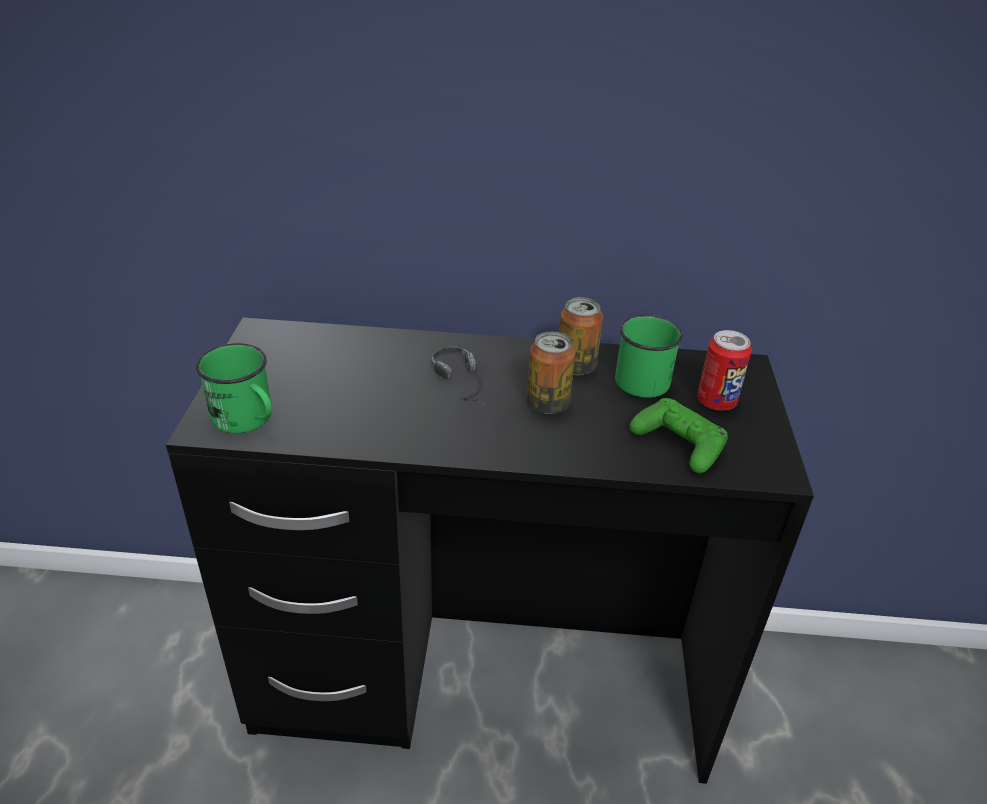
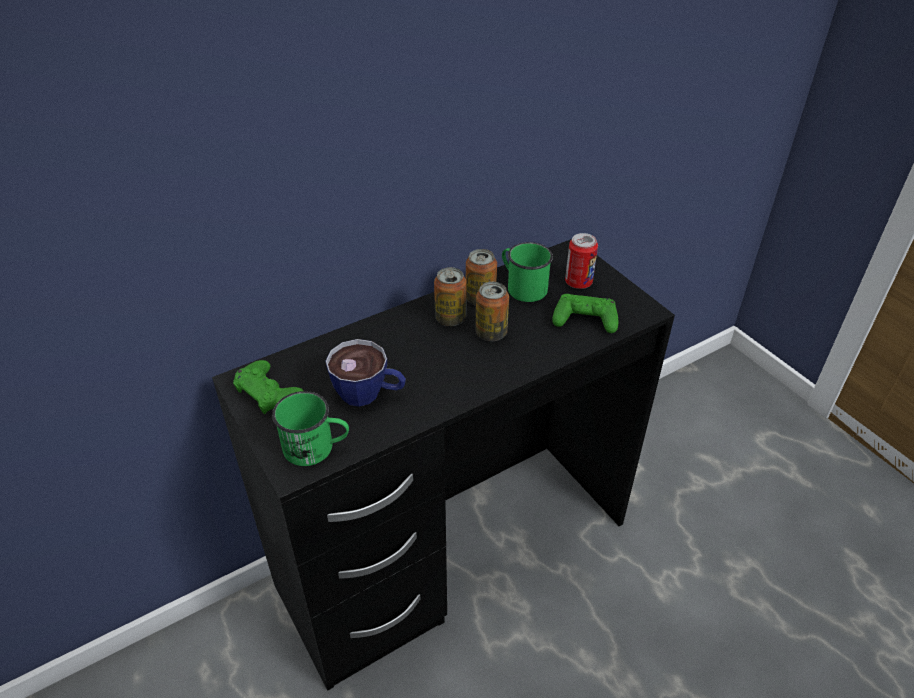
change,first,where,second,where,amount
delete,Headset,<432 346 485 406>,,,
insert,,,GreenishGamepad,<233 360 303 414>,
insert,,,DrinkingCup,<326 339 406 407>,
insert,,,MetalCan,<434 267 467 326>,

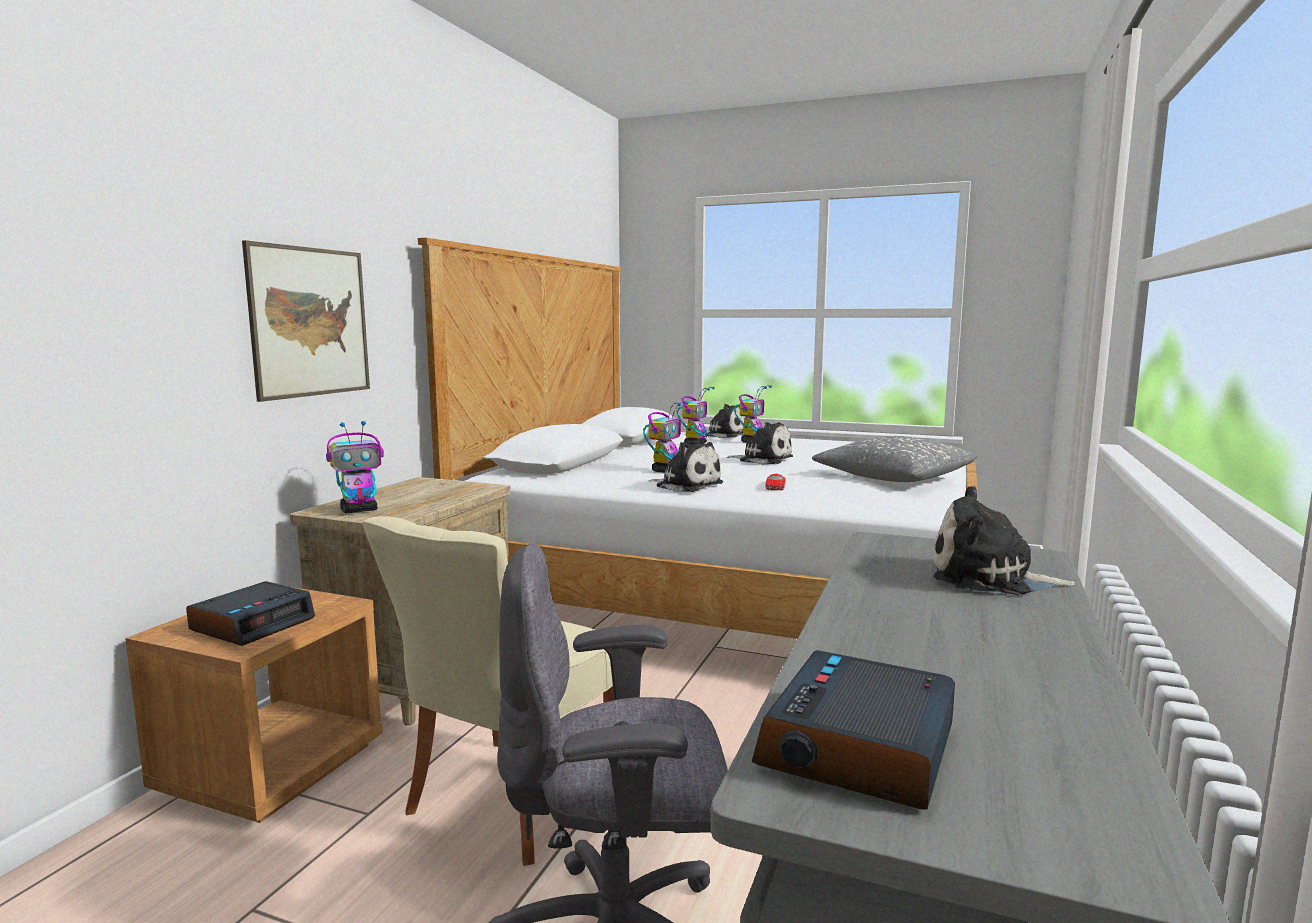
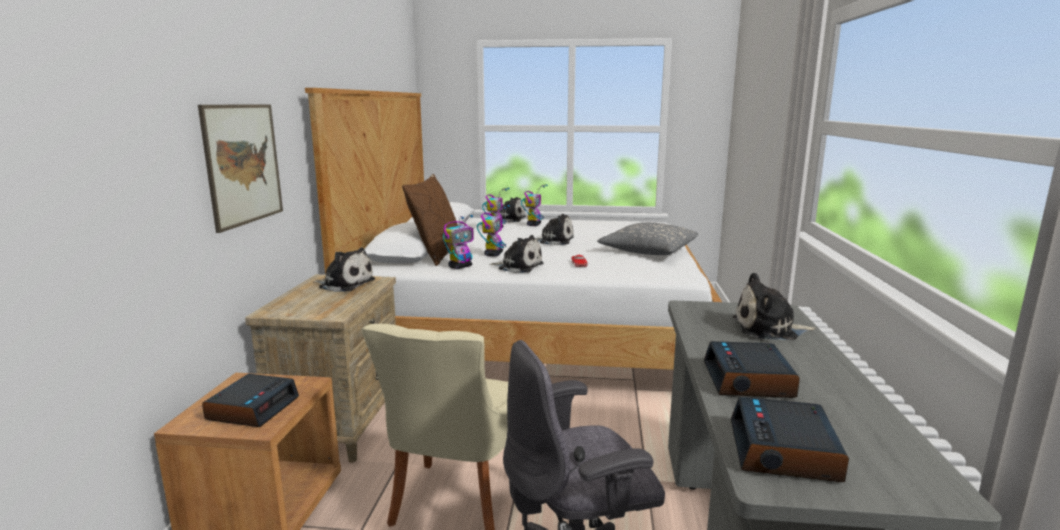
change,first,where,second,where,amount
move,RobotFigure,<326 421 384 513>,,<443 215 474 269>,
insert,,,CuddlyToy,<313 247 375 292>,
insert,,,BrownThrowPillow,<402 174 458 266>,
insert,,,AlarmClock,<704 341 800 398>,

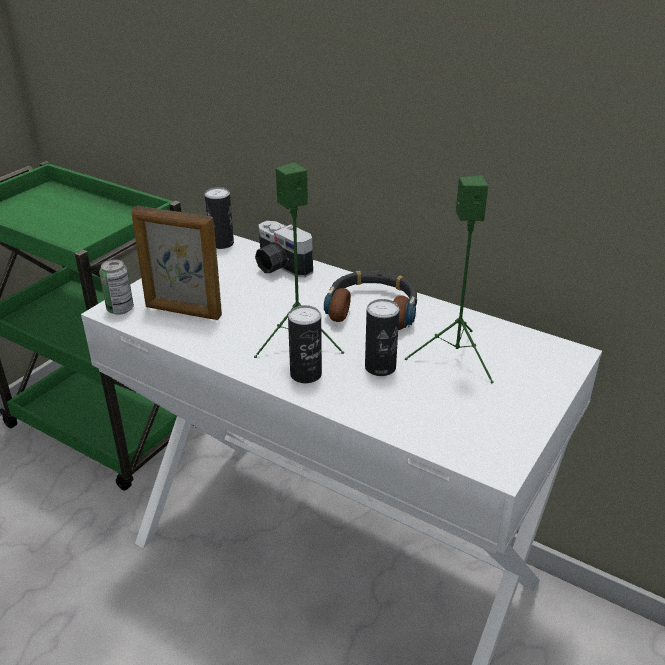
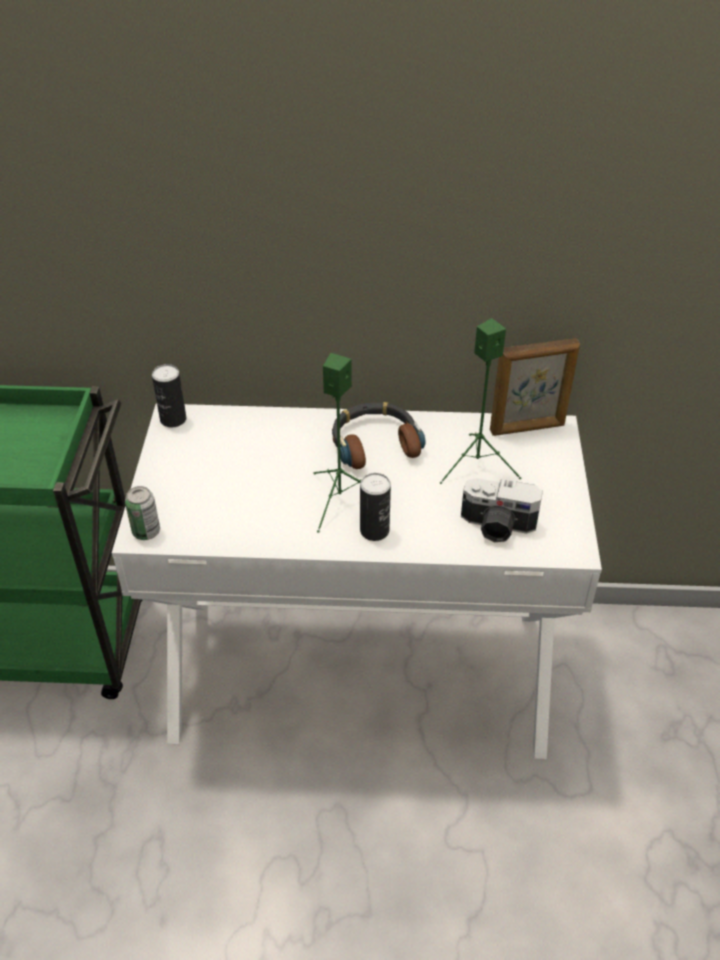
change,first,where,second,where,amount
move,PhotoFrame,<131 206 222 320>,,<490 338 580 436>,
move,PhotoCamera,<255 221 313 277>,,<461 478 543 542>,
delete,MetalCan,<365 299 399 376>,,,

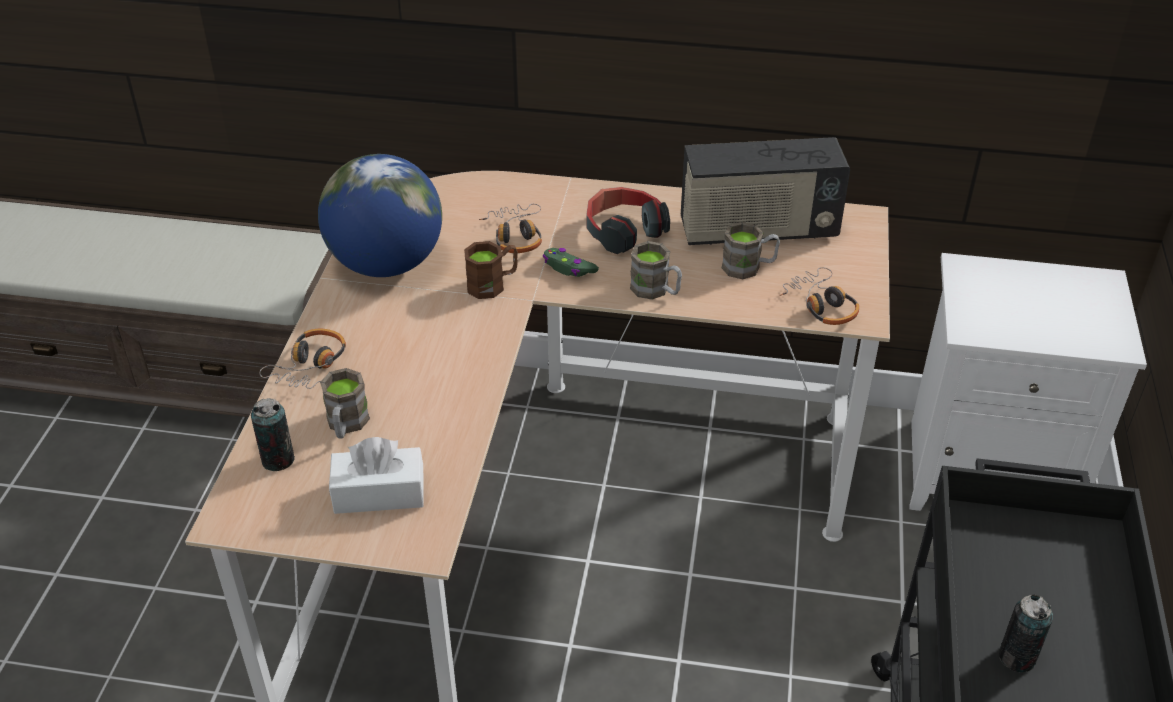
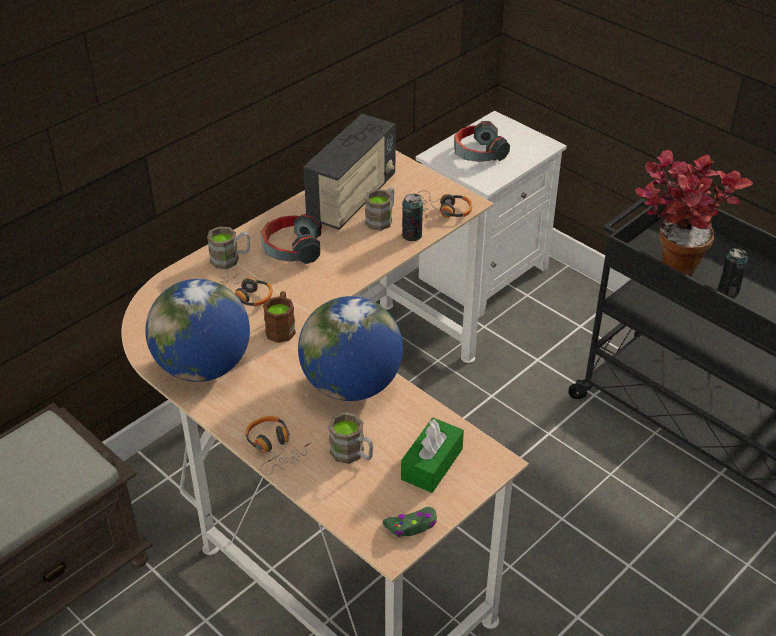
change,first,where,second,where,amount
move,MetalCan,<251 398 295 471>,,<402 194 423 241>,
recolor,WhitishTissueBox,<329 437 424 514>,GreenishTissueBox,<401 418 464 493>,
move,GreenishGamepad,<543 248 599 277>,,<383 507 437 537>,
move,BrownTeaMug,<630 241 682 300>,,<207 226 250 269>,
insert,,,DeskGlobe,<298 296 403 401>,
insert,,,Headset,<454 121 510 162>,
insert,,,PottedPlant,<635 150 753 276>,

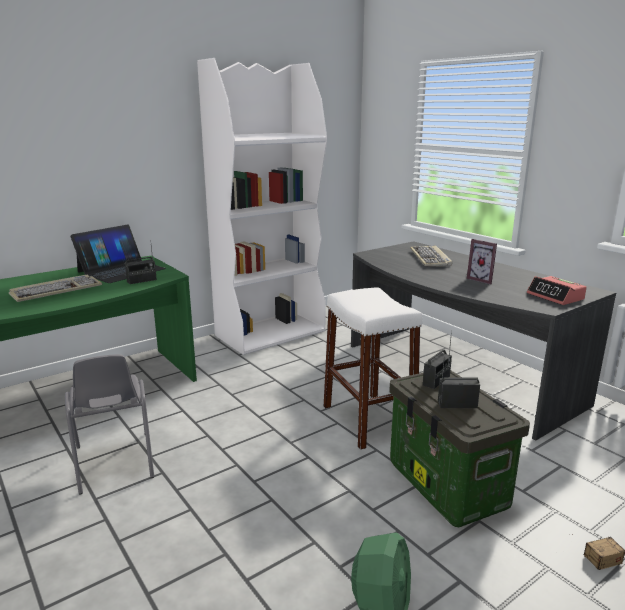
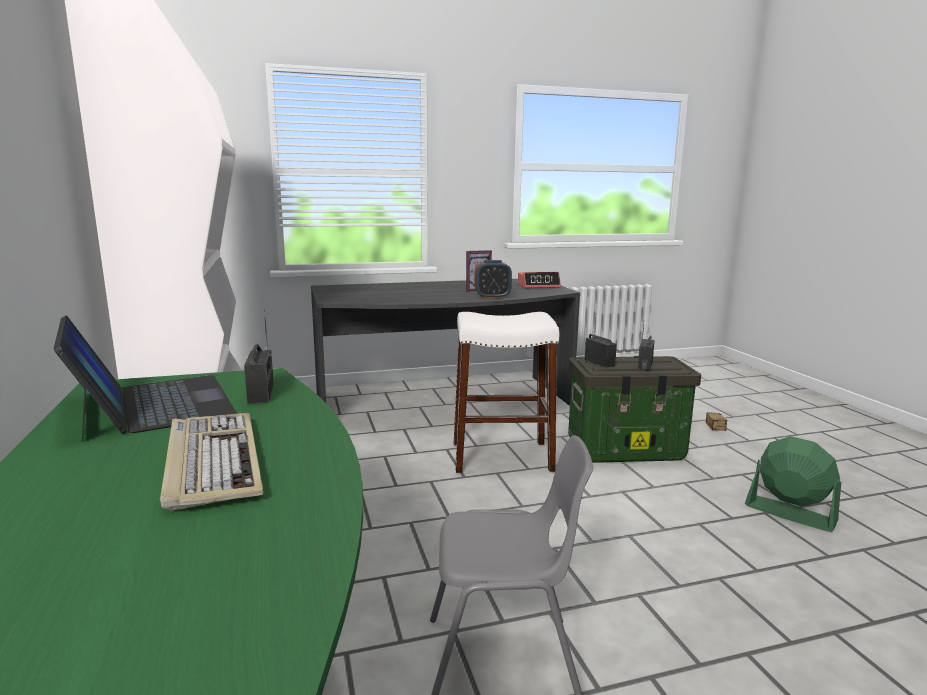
change,first,where,second,where,amount
delete,ComputerKeyboard,<410 245 452 267>,,,
insert,,,AlarmClock,<474 260 512 299>,

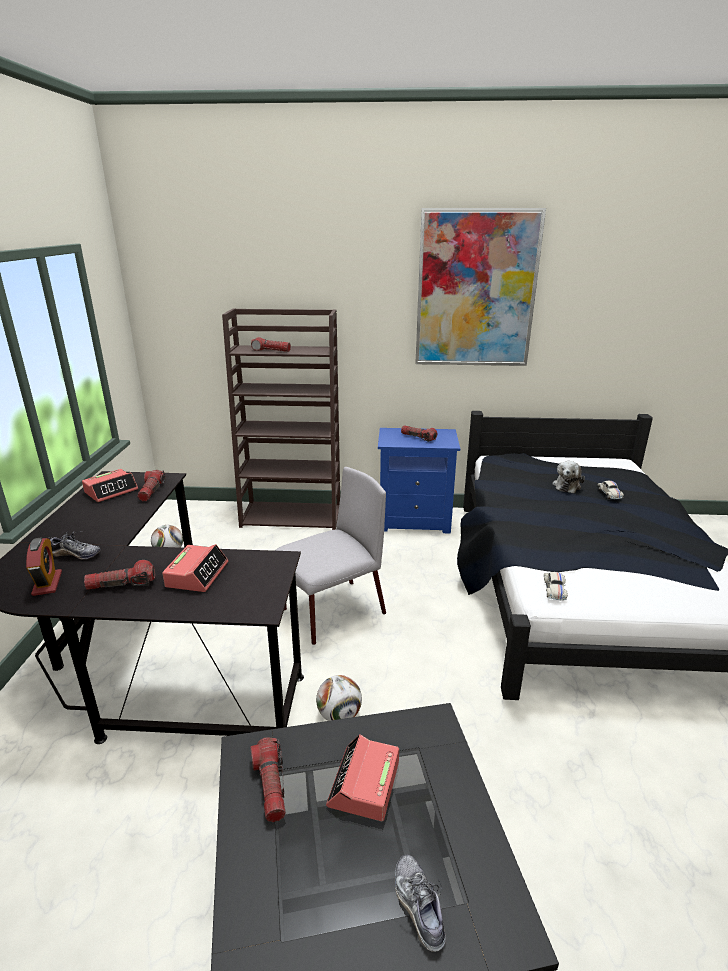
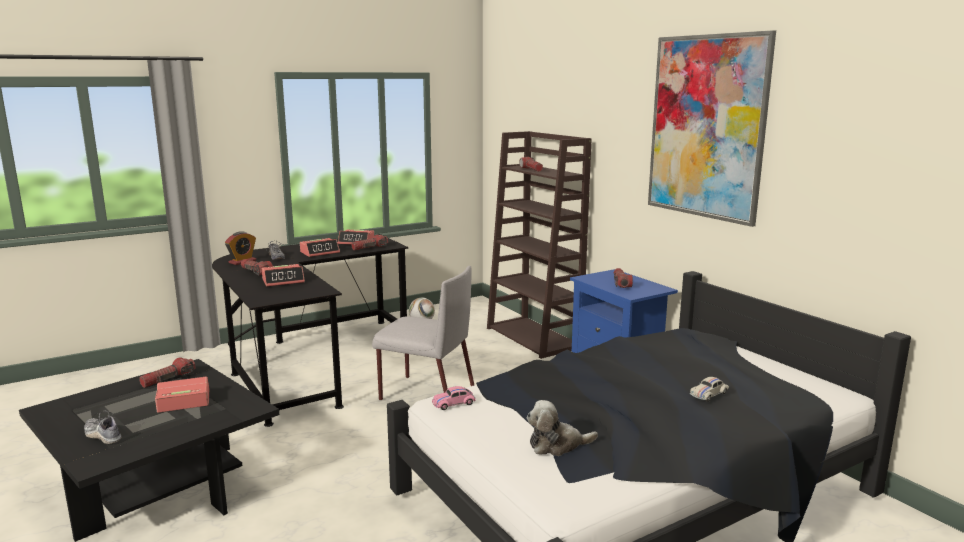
change,first,where,second,where,amount
delete,BallForFootball,<316 675 362 721>,,,
rotate,Shoe,<395 855 446 952>,,<84 410 122 444>,90 degrees counterclockwise
recolor,WhitishToyCar,<544 572 568 600>,PinkColouredToyCar,<432 386 476 410>,
move,CuddlyToy,<552 461 585 493>,,<527 400 598 456>,
insert,,,AlarmClock,<300 238 340 257>,

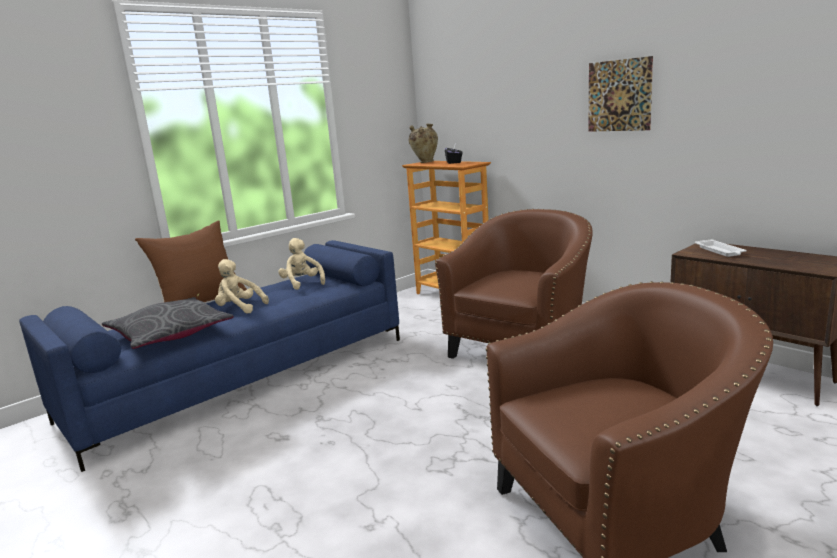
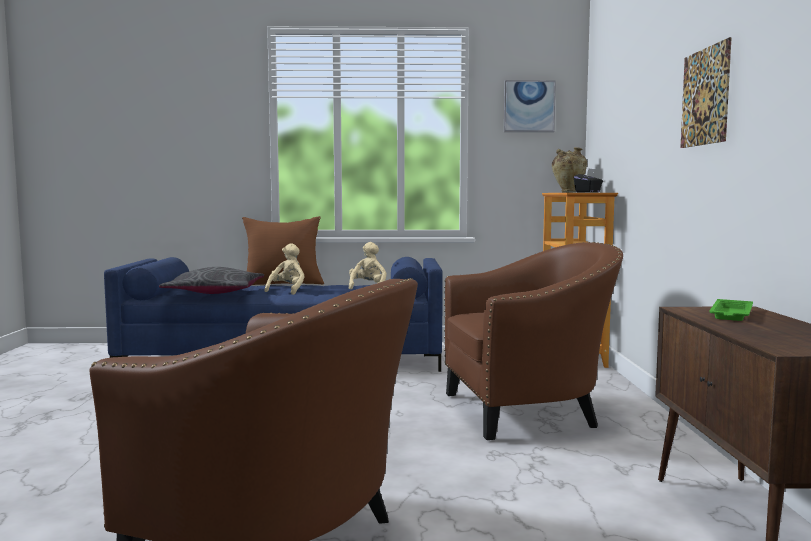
change,first,where,second,where,amount
rotate,SandColouredCuddlyToy,<215 259 269 313>,,<265 243 305 295>,45 degrees clockwise
recolor,WhitishServingTray,<695 239 747 257>,GreenishServingTray,<709 299 753 321>,
insert,,,Picture,<504 80 556 132>,

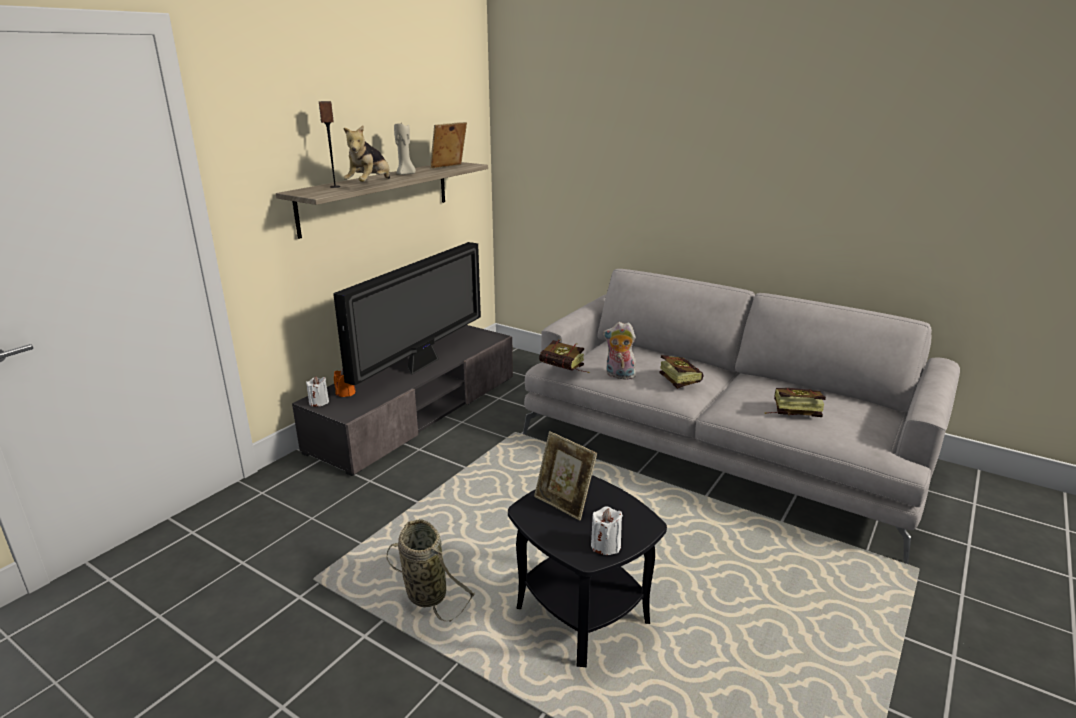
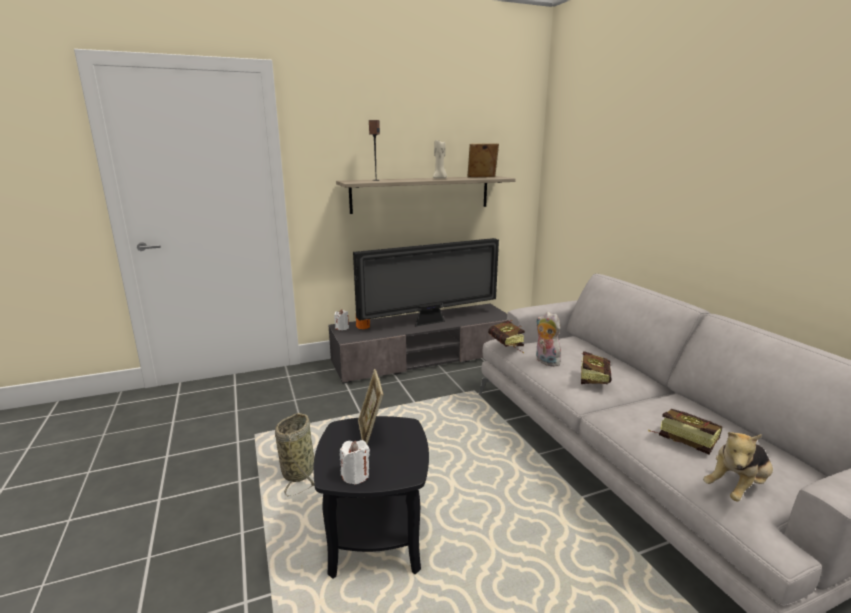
change,first,where,second,where,amount
move,CuddlyToy,<343 125 390 182>,,<703 432 773 502>,

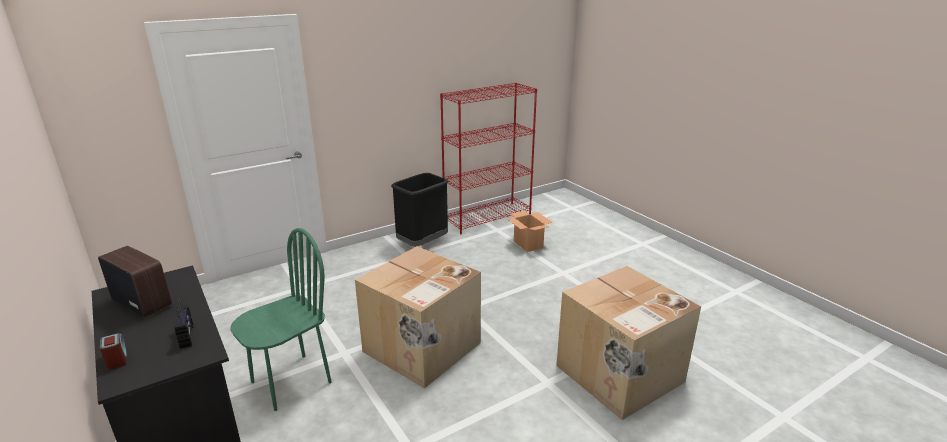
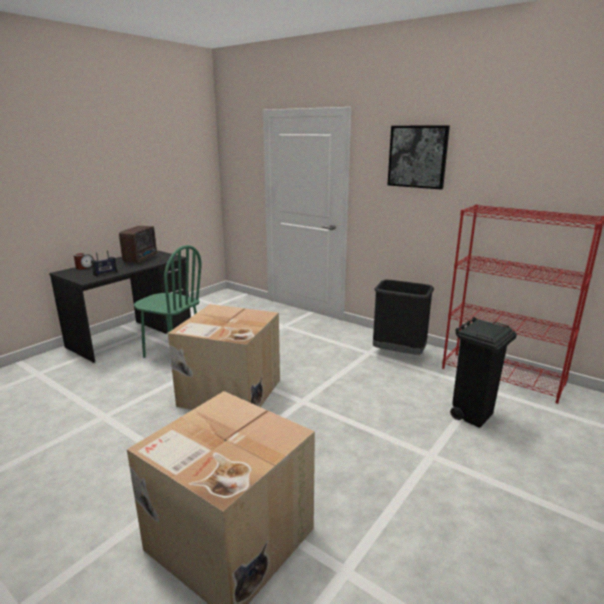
change,first,where,second,where,amount
replace,PackingBox,<508 211 552 252>,BlackTrashCan,<450 317 517 428>,
insert,,,Picture,<387 125 450 189>,

